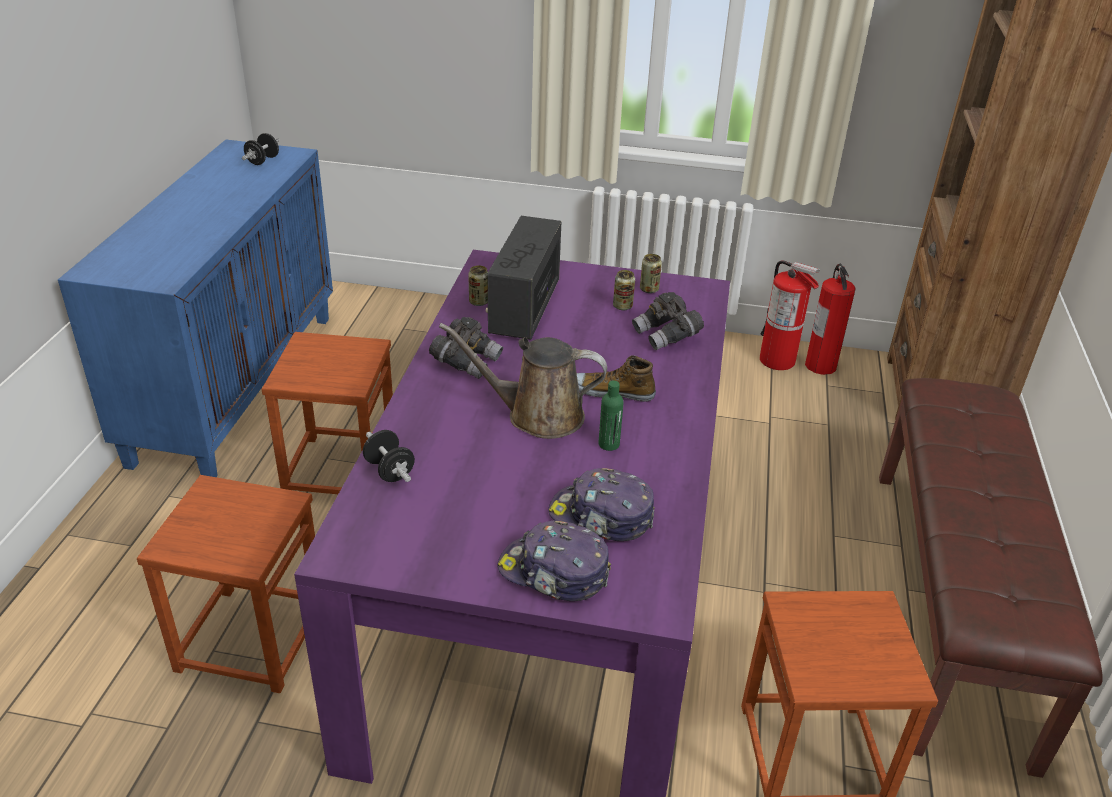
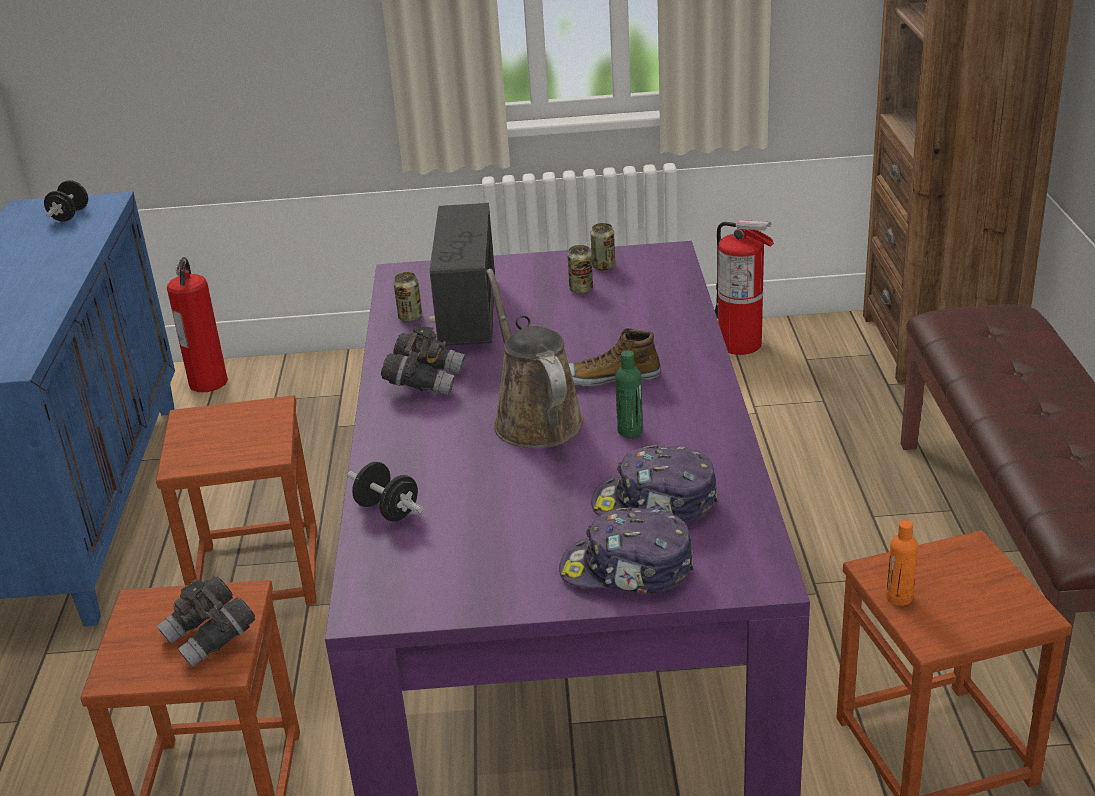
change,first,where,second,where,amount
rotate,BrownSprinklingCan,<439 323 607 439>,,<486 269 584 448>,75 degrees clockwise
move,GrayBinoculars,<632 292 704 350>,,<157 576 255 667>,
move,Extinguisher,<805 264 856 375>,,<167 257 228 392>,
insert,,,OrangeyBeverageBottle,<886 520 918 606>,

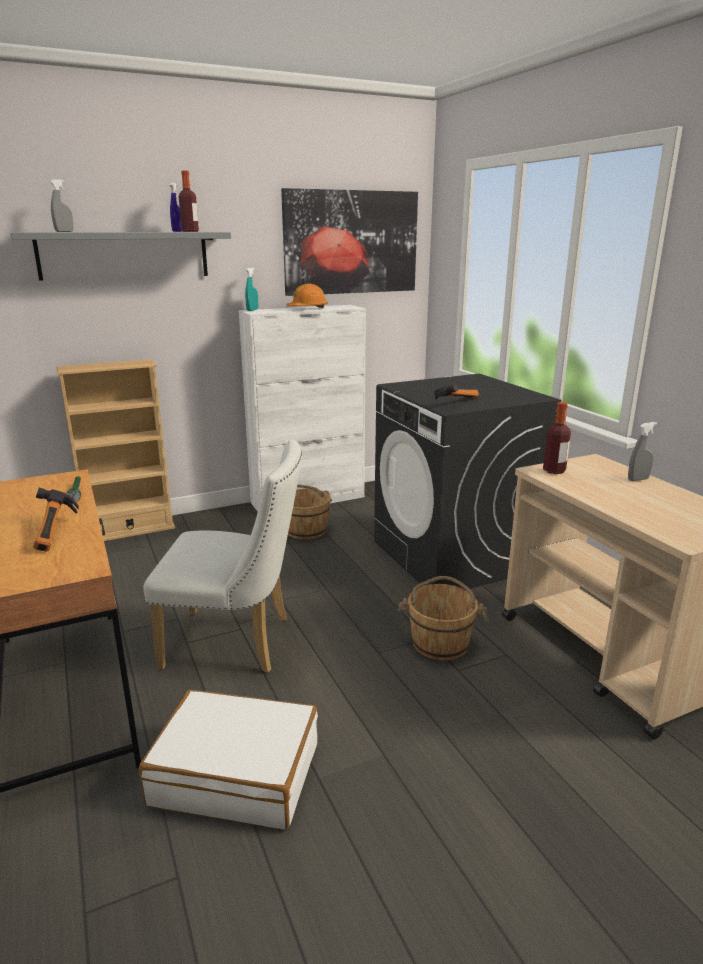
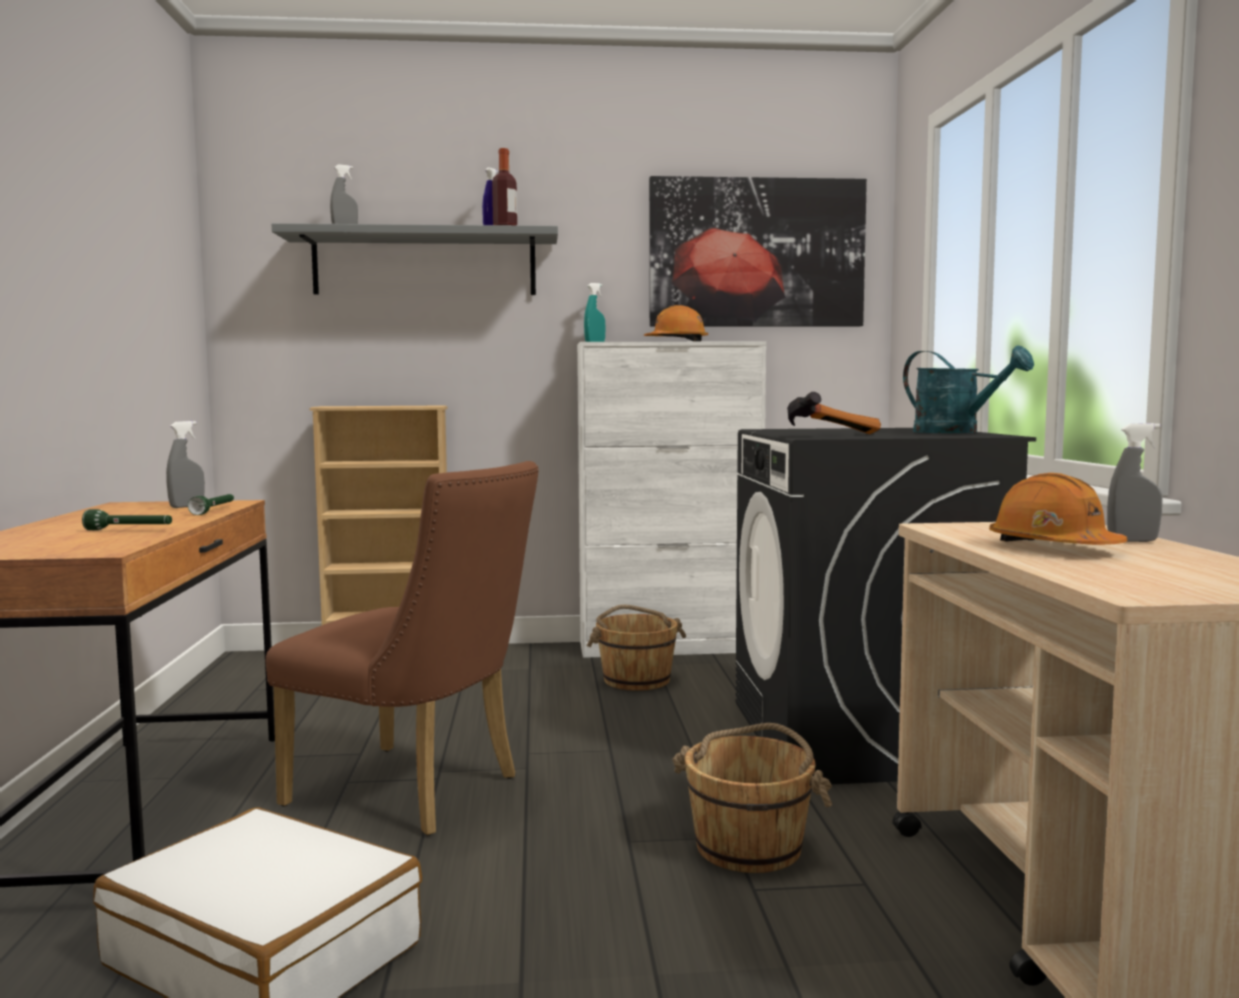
change,first,where,second,where,amount
replace,Hammer,<33 488 79 552>,GreenishTorch,<82 509 172 530>,
recolor,WhitishChair,<143 440 302 673>,BrownChair,<266 461 539 836>,
delete,BeverageBottle,<543 402 571 474>,,,
insert,,,GraySprayBottle,<166 421 205 508>,
insert,,,TurquoiseSprinklingCan,<903 345 1034 433>,
insert,,,OrangeySafetyHelmet,<989 473 1127 545>,

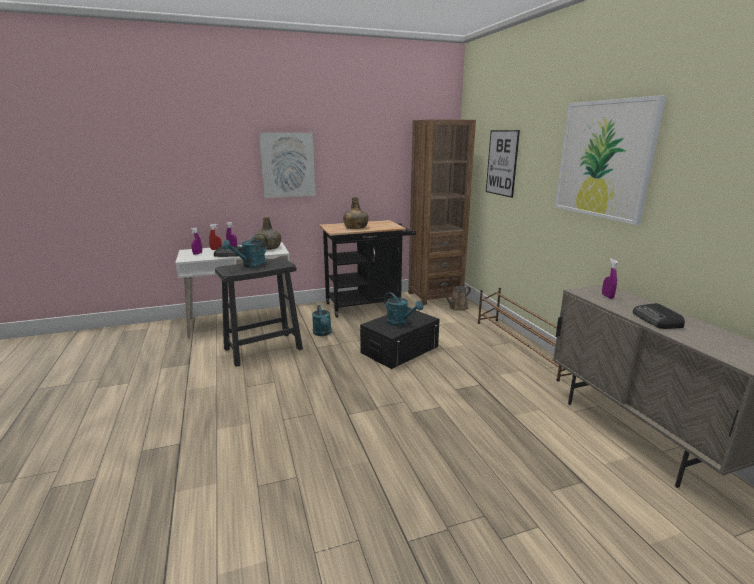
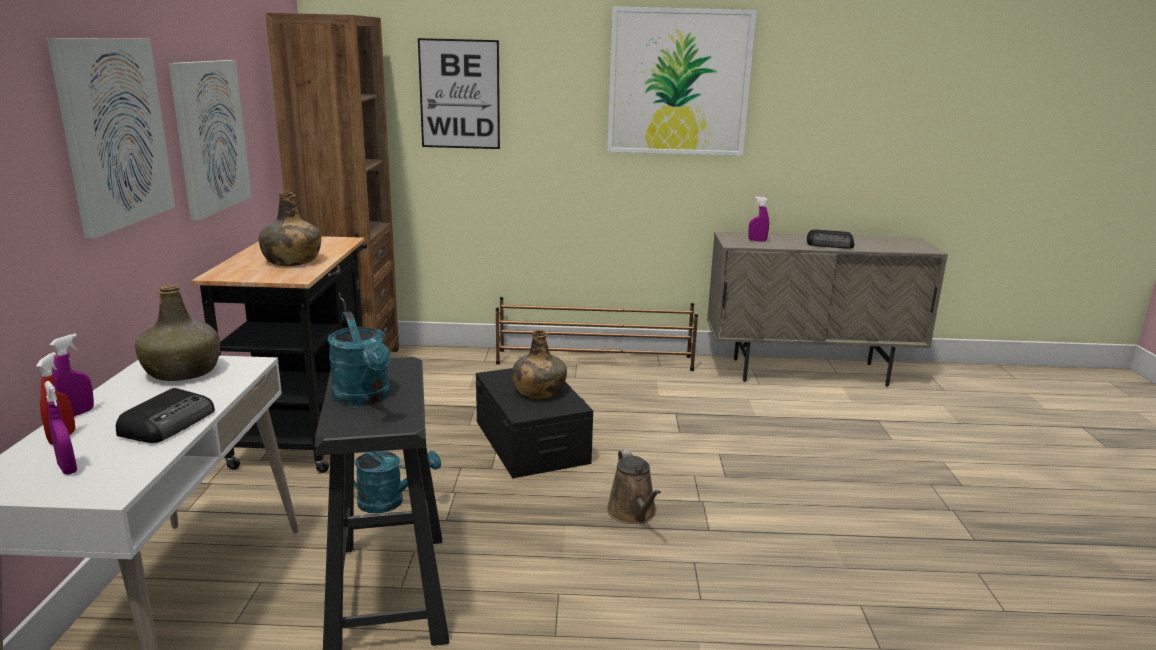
change,first,where,second,where,amount
replace,TurquoiseSprinklingCan,<384 292 423 326>,GreenishBeverageBottle,<512 330 567 399>,
move,BrownSprinklingCan,<439 286 471 311>,,<607 449 661 524>,
insert,,,Picture,<169 60 251 220>,

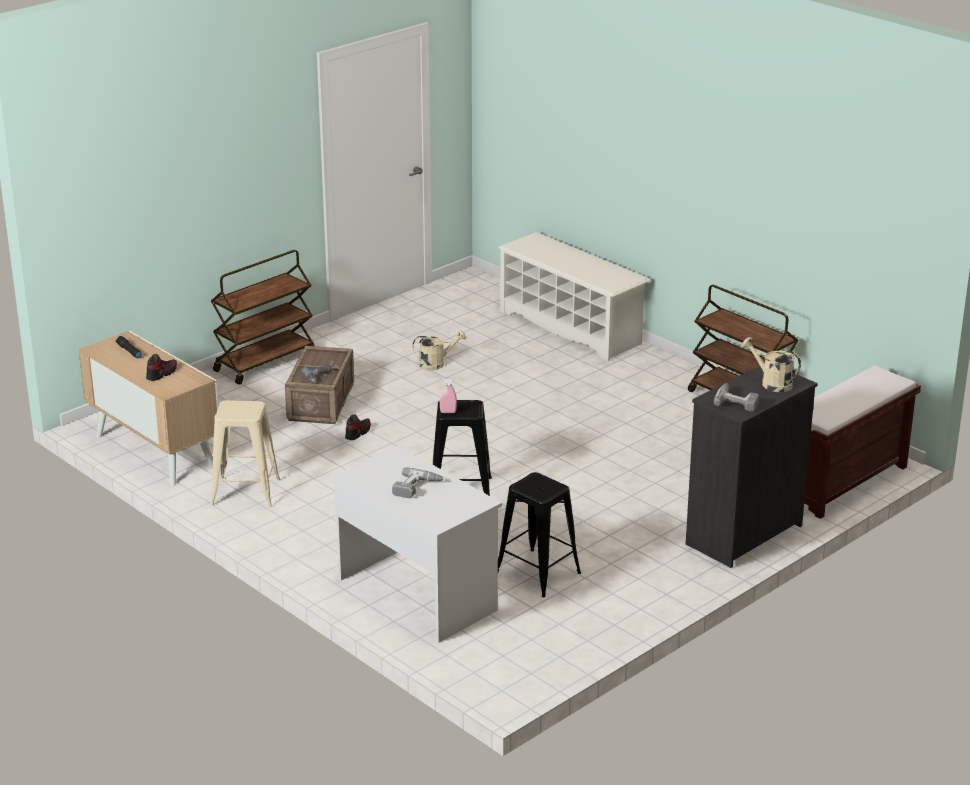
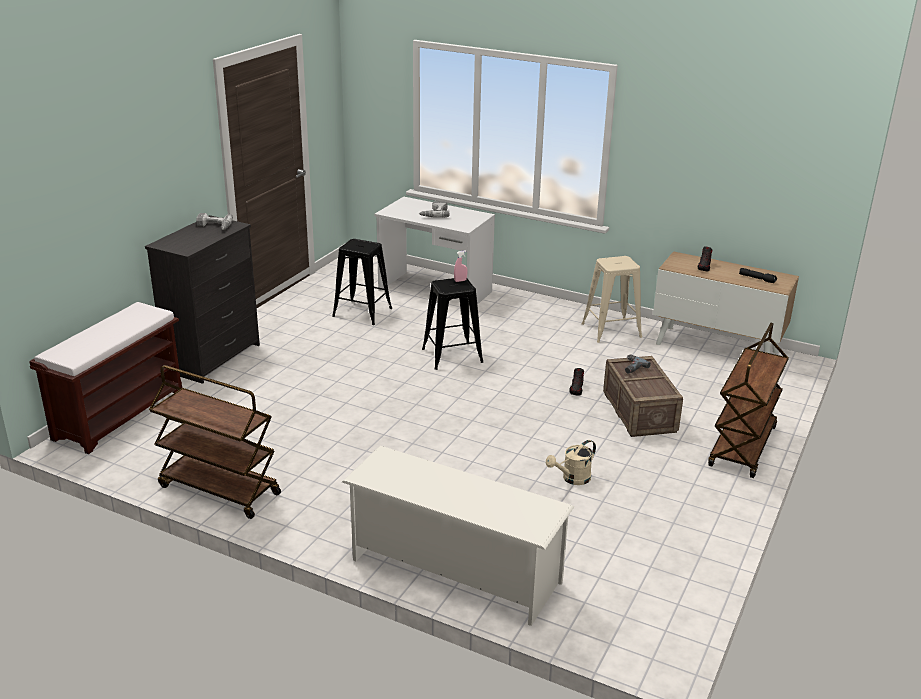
change,first,where,second,where,amount
delete,SandColouredSprinklingCan,<742 337 801 392>,,,

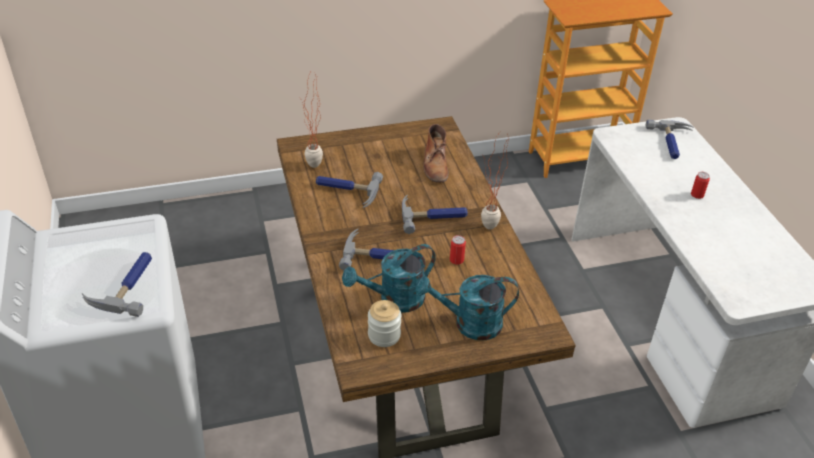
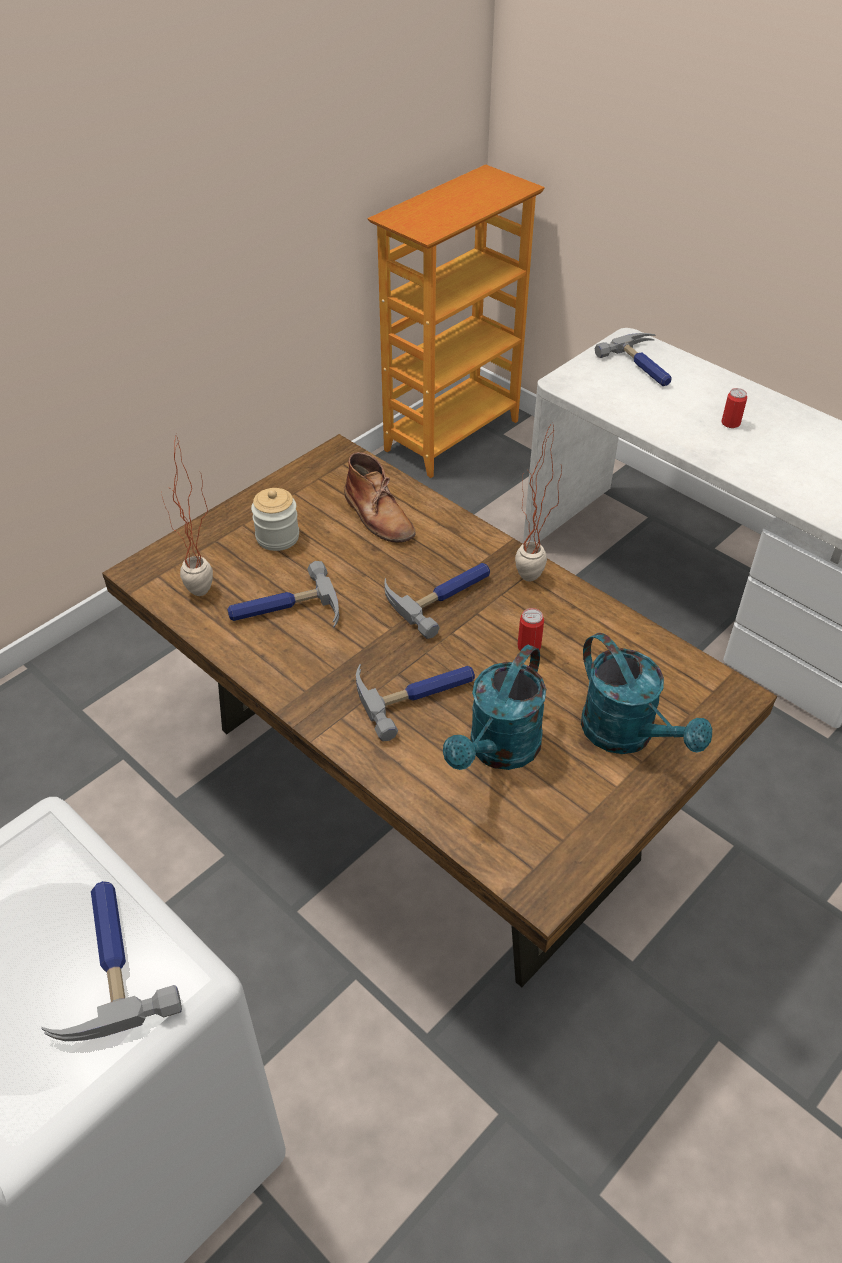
change,first,where,second,where,amount
move,PreserveJar,<368 300 402 347>,,<251 488 299 551>,
rotate,TurquoiseSprinklingCan,<415 275 519 340>,,<581 633 712 754>,90 degrees counterclockwise

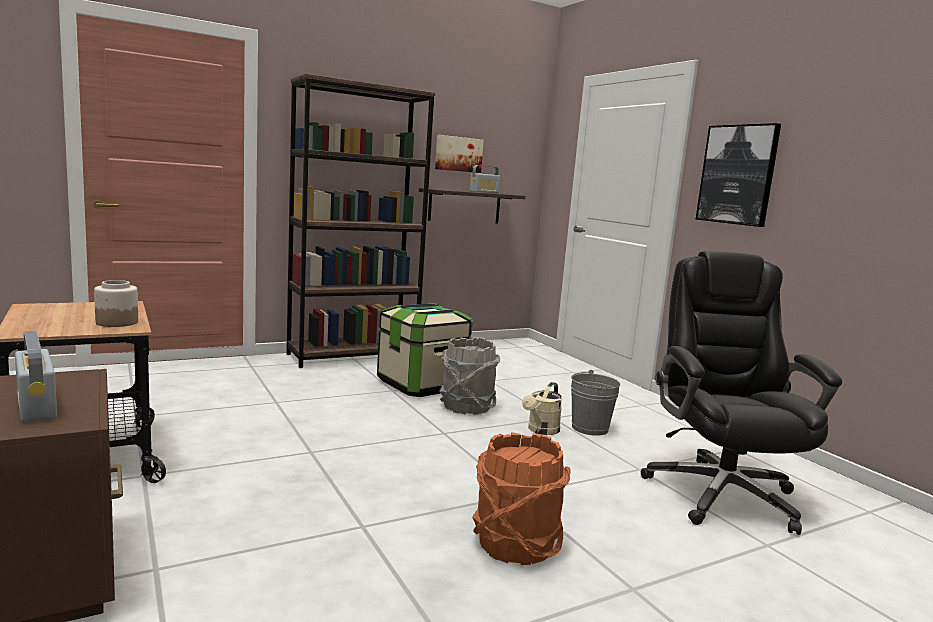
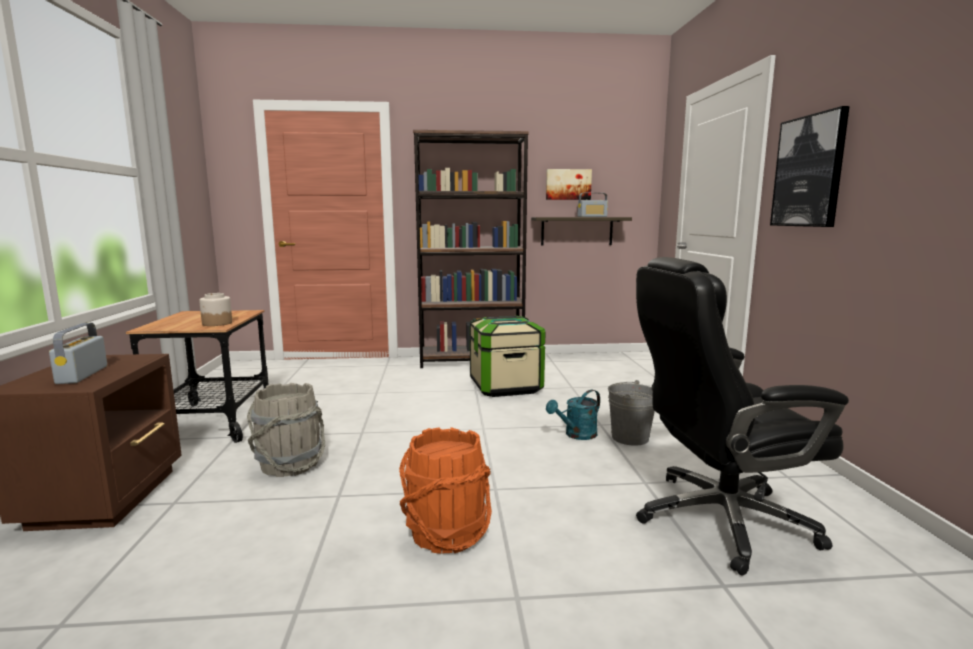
change,first,where,second,where,amount
move,GrayBucket,<439 337 500 415>,,<247 383 325 477>,
recolor,SandColouredSprinklingCan,<522 382 563 435>,TurquoiseSprinklingCan,<546 390 600 440>,
rotate,BlackDeskChair,<641 251 842 535>,,<636 257 849 576>,120 degrees counterclockwise

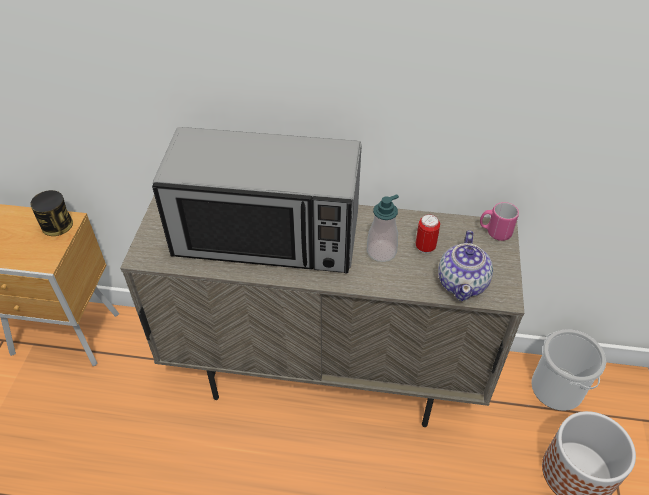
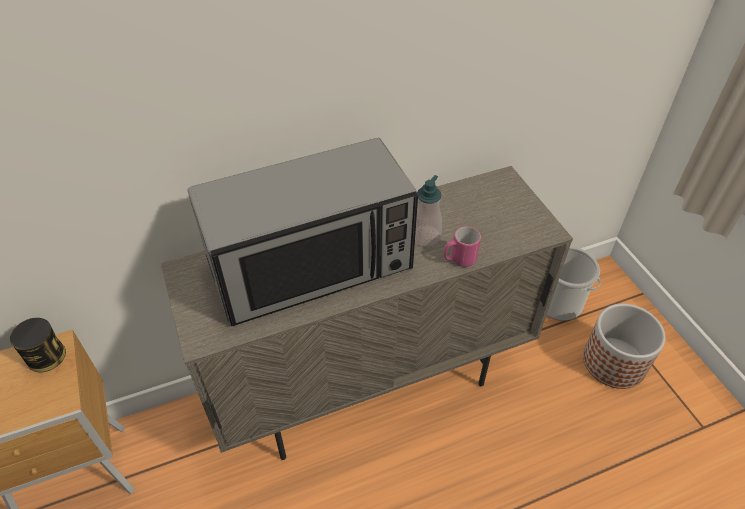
change,first,where,second,where,amount
delete,MetalCan,<416 214 440 253>,,,
delete,Teapot,<438 230 493 301>,,,
move,PinkColouredTeaMug,<480 202 519 241>,,<443 226 481 267>,

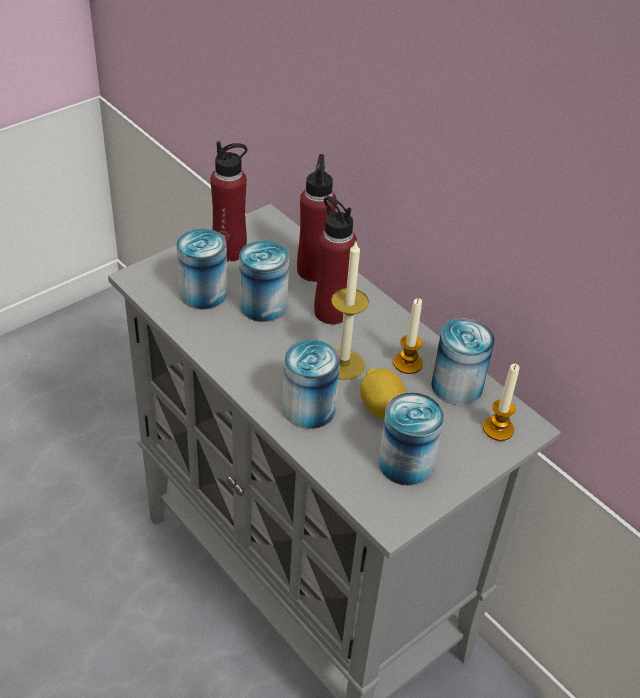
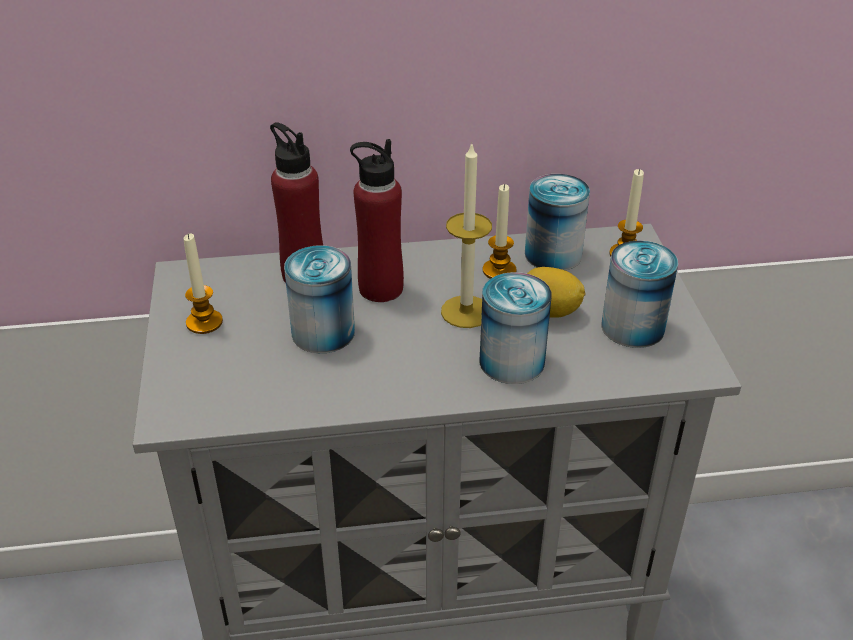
change,first,where,second,where,amount
delete,MetalCan,<177 228 227 310>,,,
replace,RedColouredBeverageBottle,<211 141 247 262>,WaxCandle,<184 234 223 334>,

